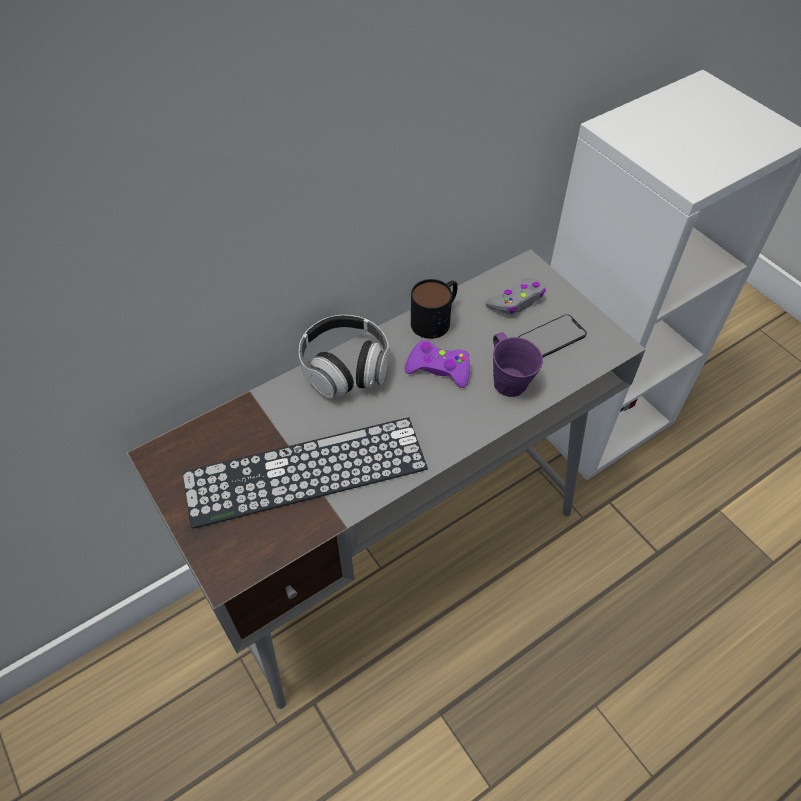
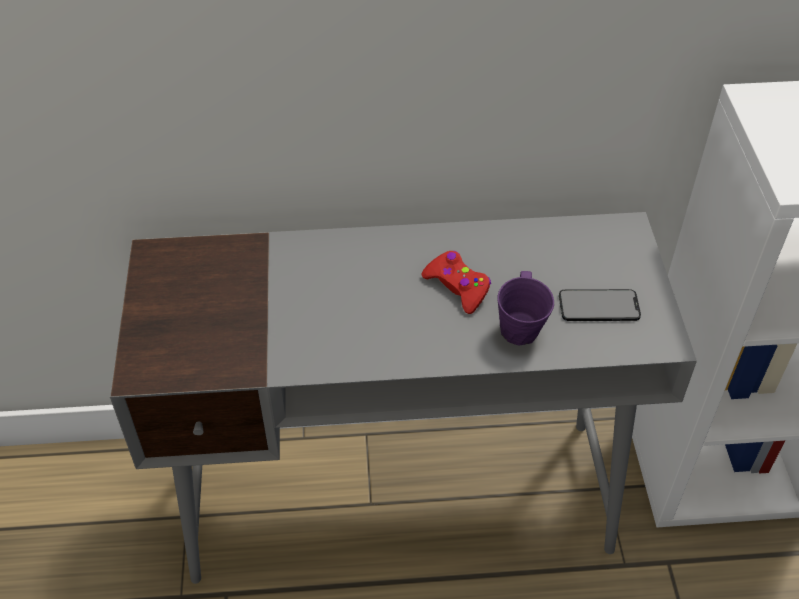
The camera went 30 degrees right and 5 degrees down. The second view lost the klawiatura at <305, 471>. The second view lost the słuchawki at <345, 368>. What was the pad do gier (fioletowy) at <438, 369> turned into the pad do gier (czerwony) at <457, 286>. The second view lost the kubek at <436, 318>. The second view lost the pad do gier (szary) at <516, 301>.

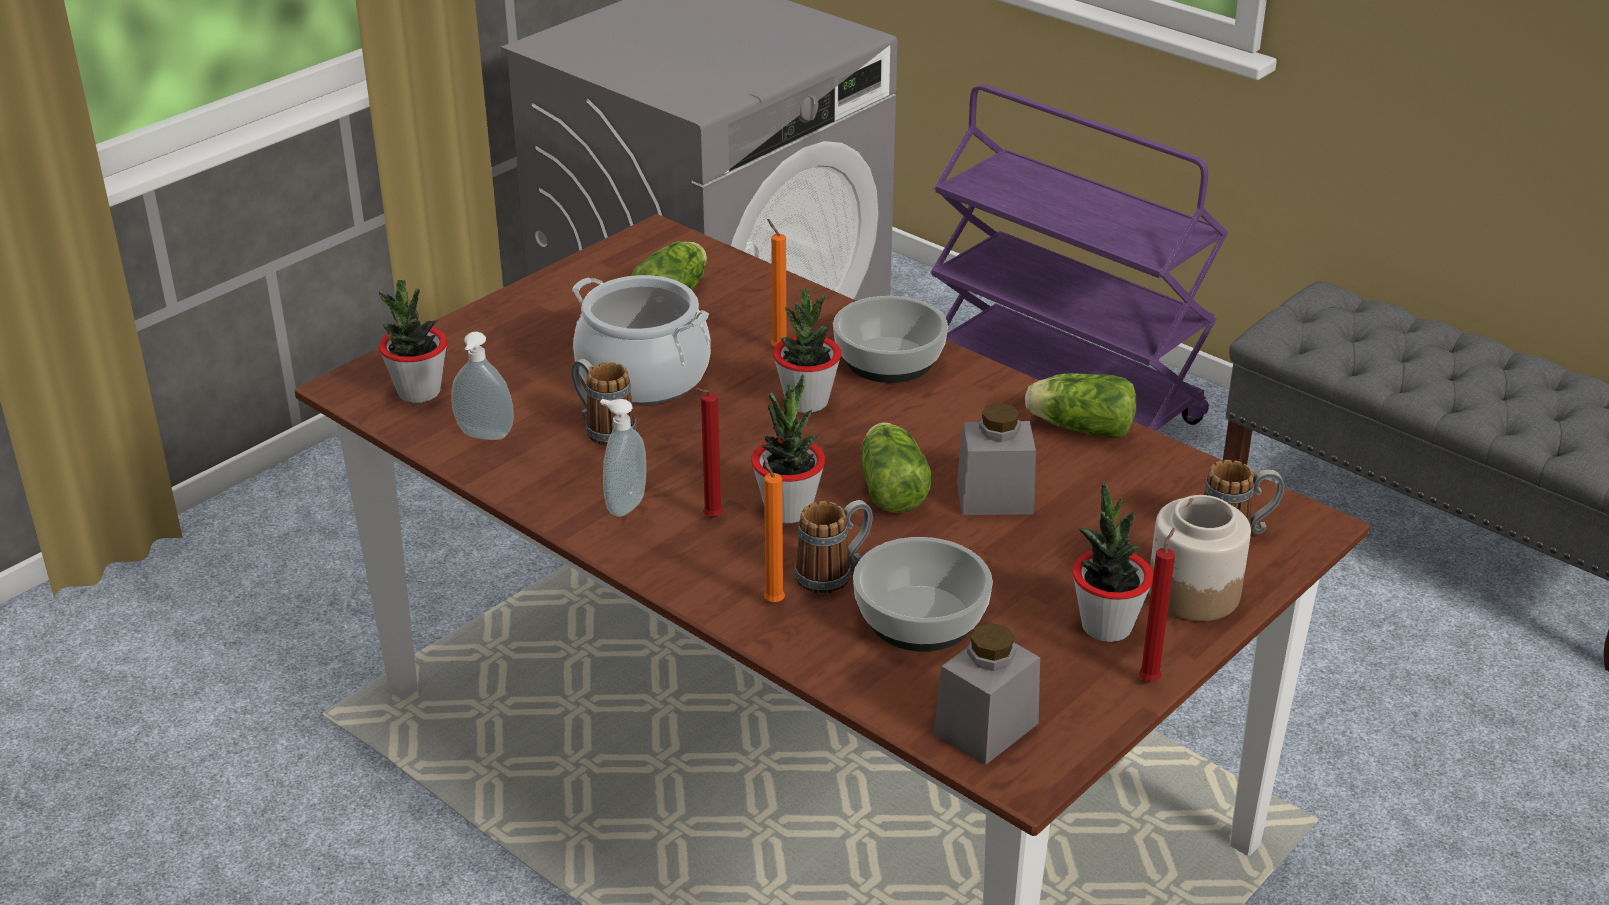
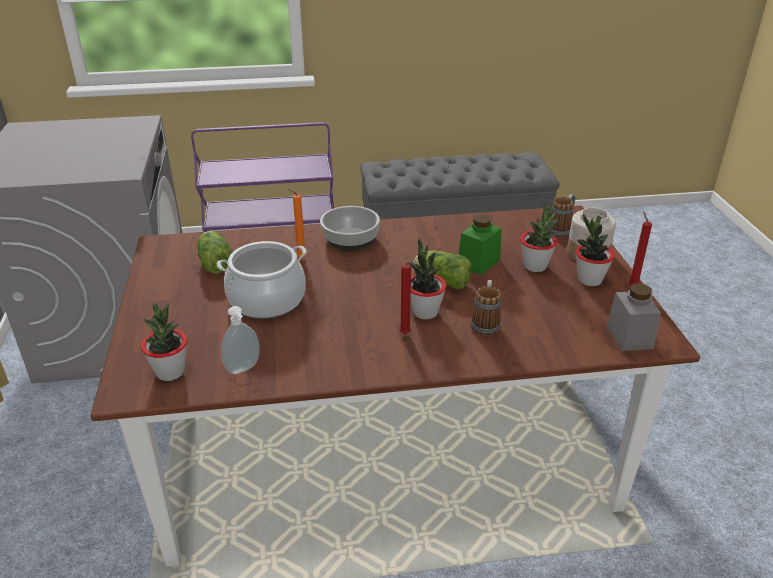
The camera went 50 degrees left and 0 degrees up. The second view lost the kubek at <603, 429>. The second view lost the dozownik mydła at <624, 504>. The second view lost the świeca (pomarańczowy) at <772, 600>. The roślina doniczkowa ended up elsewhere, having gone from <807, 402> to <535, 266>. The second view lost the miska at <919, 619>. What was the słoik (szary) at <995, 498> turned into the słoik (zielony) at <478, 262>. The second view lost the sałata at <1077, 427>.

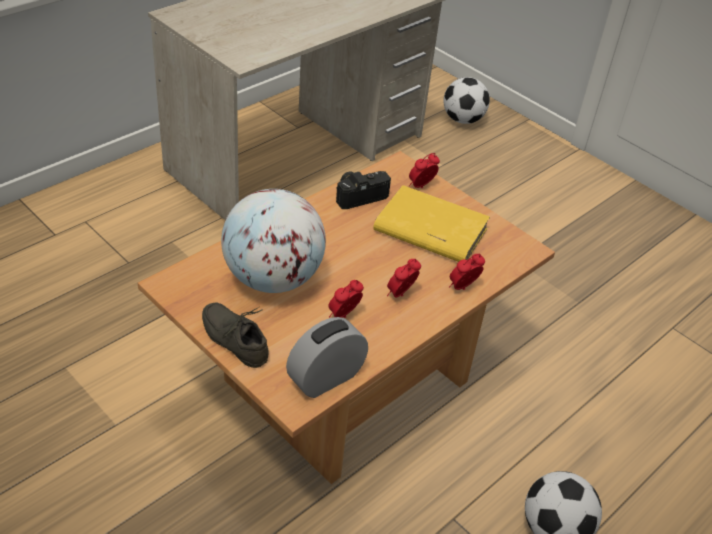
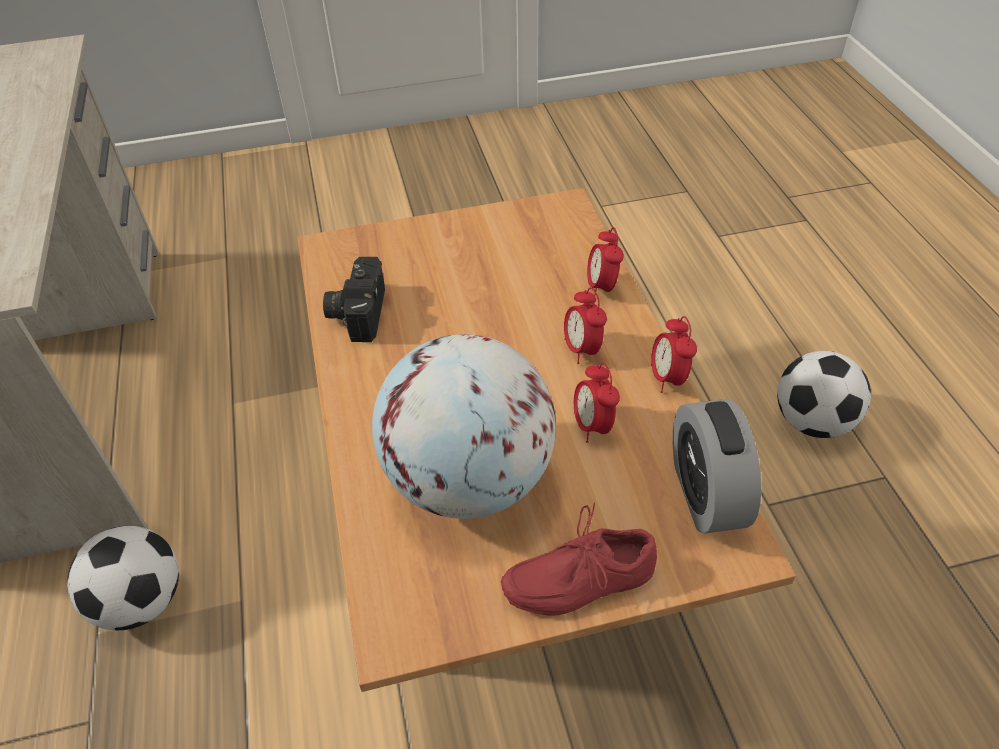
The camera went 55 degrees left and 5 degrees up. What was the but (szary) at <237, 339> turned into the but (czerwony) at <577, 577>. The second view lost the książka (żółty) at <429, 230>. The budzik ended up elsewhere, having gone from <421, 187> to <668, 378>. The piłka futbolowa ended up elsewhere, having gone from <462, 120> to <141, 601>.

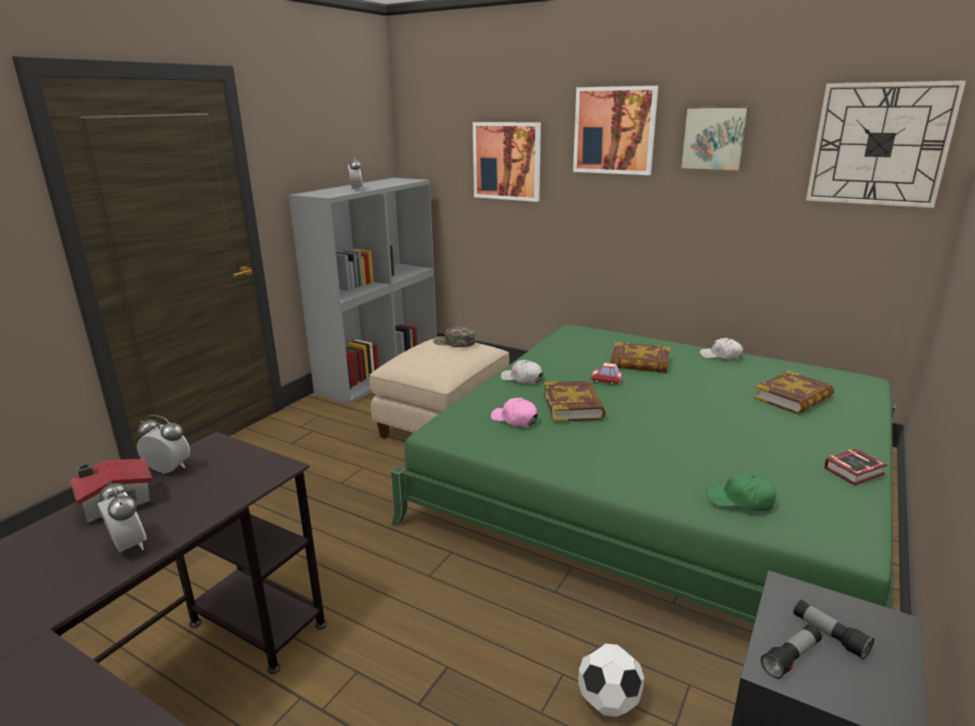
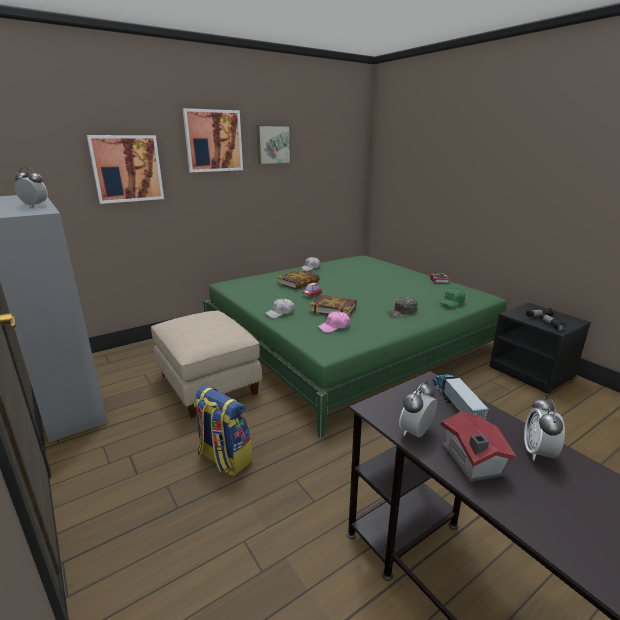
The camera went 65 degrees left and 0 degrees up. The budzik at <129, 546> ended up facing another way, 60 degrees counterclockwise from before. The czapka z daszkiem (zielony) ended up elsewhere, having gone from <454, 342> to <402, 311>. The second view lost the piłka futbolowa at <608, 702>. The second view lost the książka at <793, 398>. The second view lost the zegar ścienny at <879, 144>. The second view gained the plecak at <224, 458>. The second view gained the ciężarówka zabawkowa at <455, 404>.

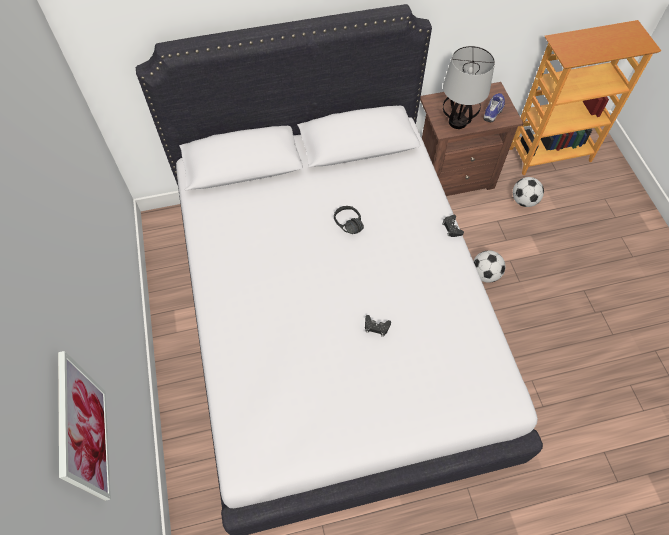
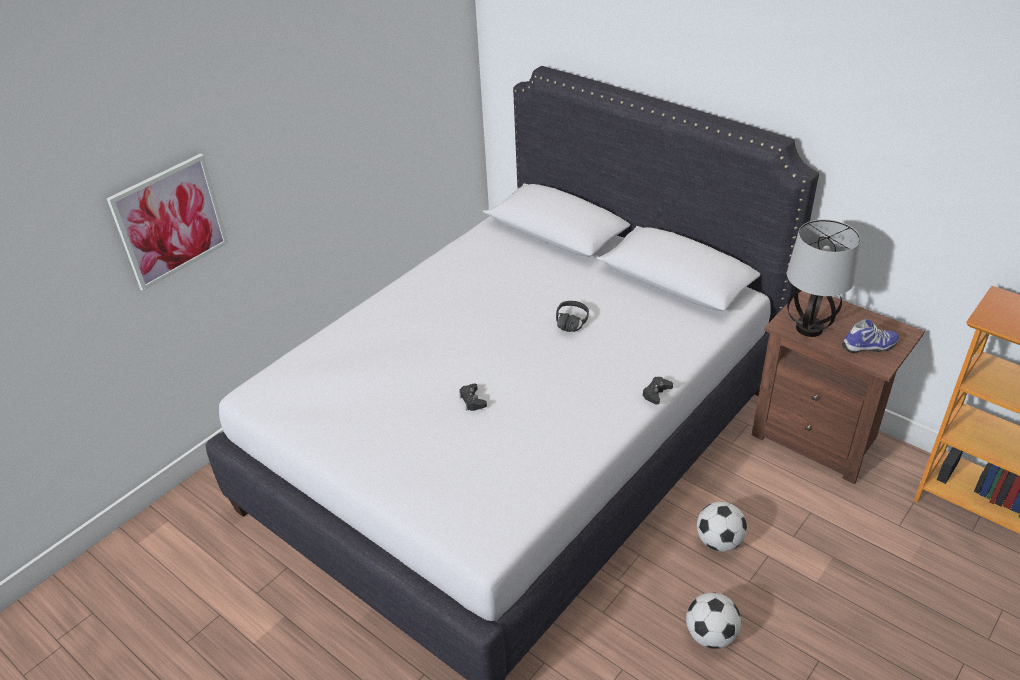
The camera went 55 degrees right and 20 degrees down. The piłka futbolowa ended up elsewhere, having gone from <524, 201> to <710, 635>.

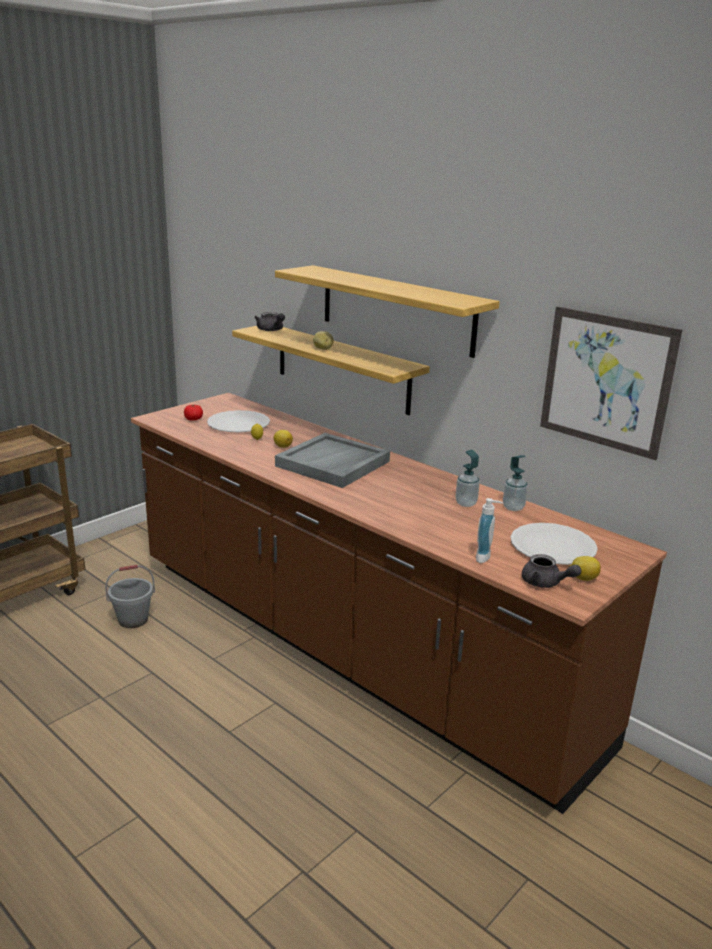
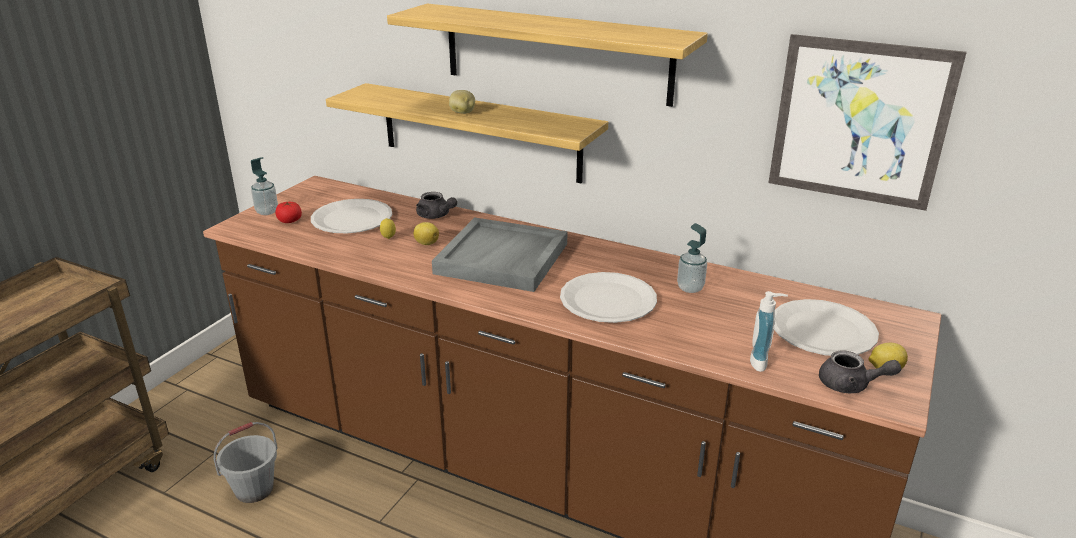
The camera went 15 degrees left and 5 degrees up. The imbryk (szary) ended up elsewhere, having gone from <271, 330> to <436, 216>. The dozownik mydła ended up elsewhere, having gone from <513, 507> to <267, 212>. The second view gained the talerz (biały) at <608, 300>.

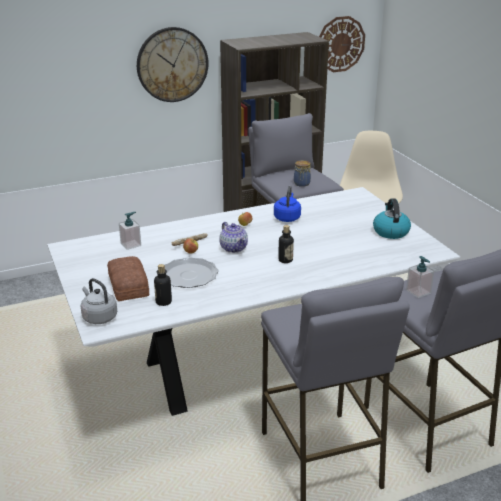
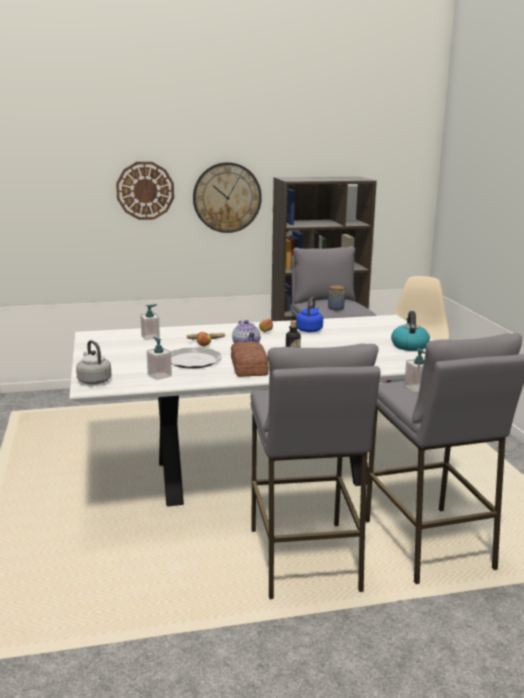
The camera went 10 degrees right and 10 degrees down. The chleb ended up elsewhere, having gone from <127, 285> to <248, 367>. Where the butelka stood at <163, 302>, the dozownik mydła came to stand at <159, 375>. The zegar ścienny ended up elsewhere, having gone from <340, 44> to <145, 190>.

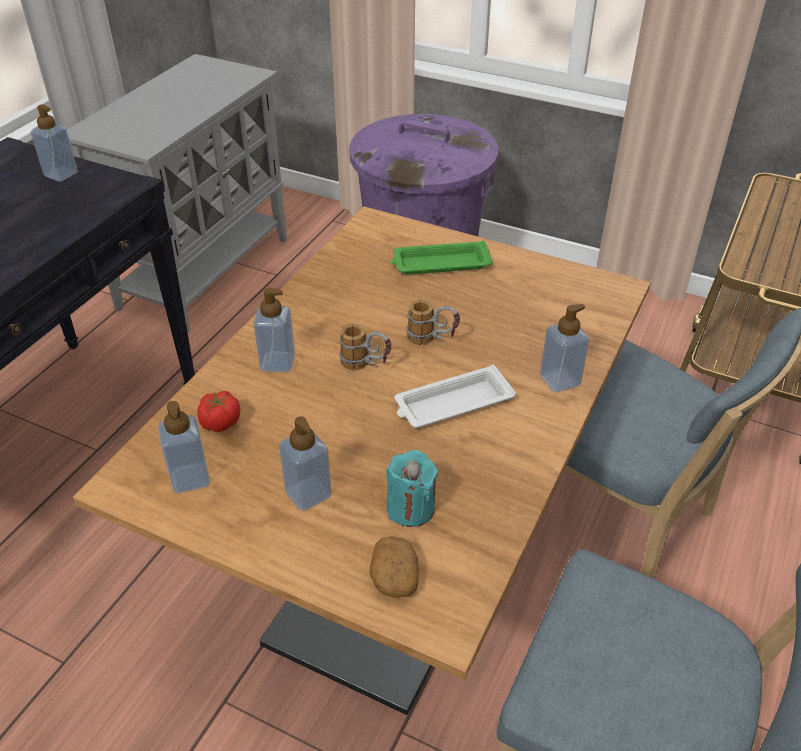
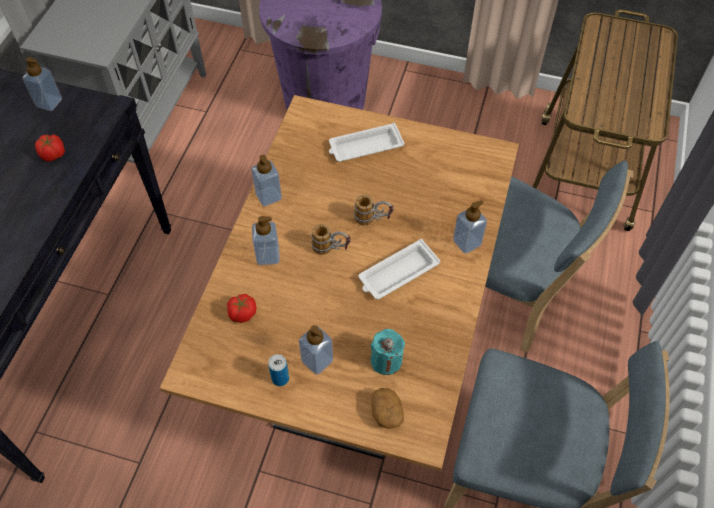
The camera went 10 degrees left and 15 degrees up. The dozownik mydła ended up elsewhere, having gone from <190, 478> to <268, 196>. What was the taca (zielony) at <440, 264> turned into the taca (biały) at <364, 147>. The second view gained the pomidor at <54, 155>. The second view gained the puszka at <280, 378>.

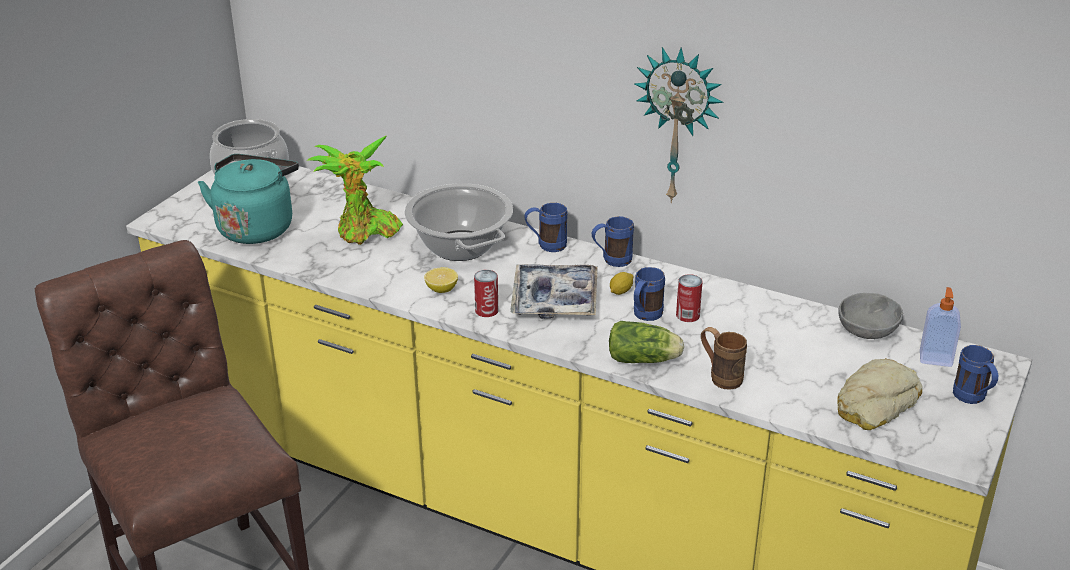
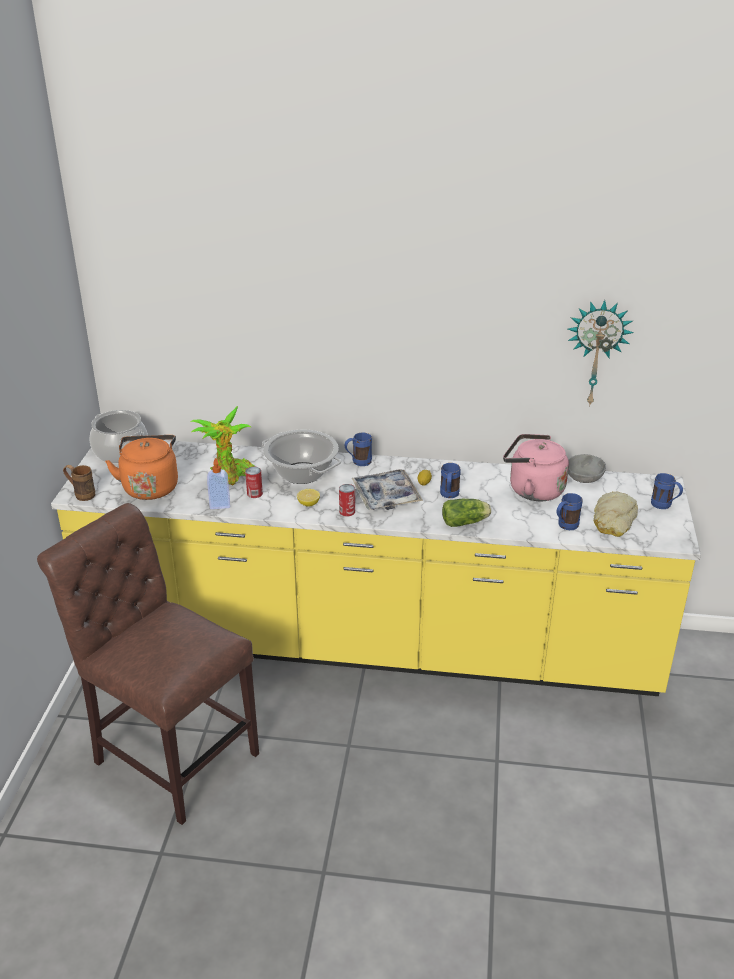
The camera went 20 degrees left and 0 degrees up. What was the czajnik (turkusowy) at <257, 227> turned into the czajnik (pomarańczowy) at <150, 486>. The kubek (niebieski) ended up elsewhere, having gone from <611, 261> to <565, 526>. The zegar ścienny ended up elsewhere, having gone from <678, 124> to <596, 352>. The puszka ended up elsewhere, having gone from <687, 315> to <254, 493>. The kubek (brązowy) ended up elsewhere, having gone from <720, 376> to <81, 494>. The dozownik mydła ended up elsewhere, having gone from <935, 358> to <220, 504>. The second view gained the czajnik (różowy) at <532, 490>.

